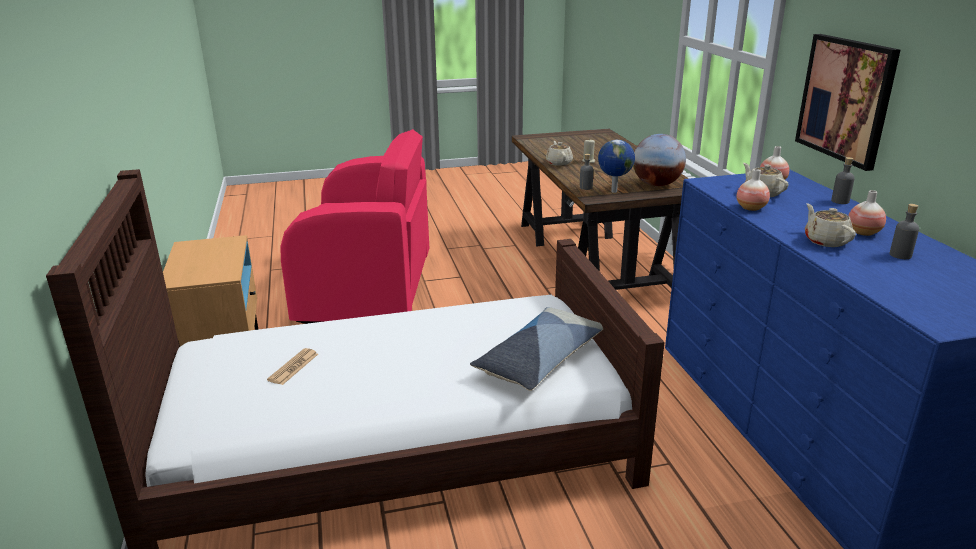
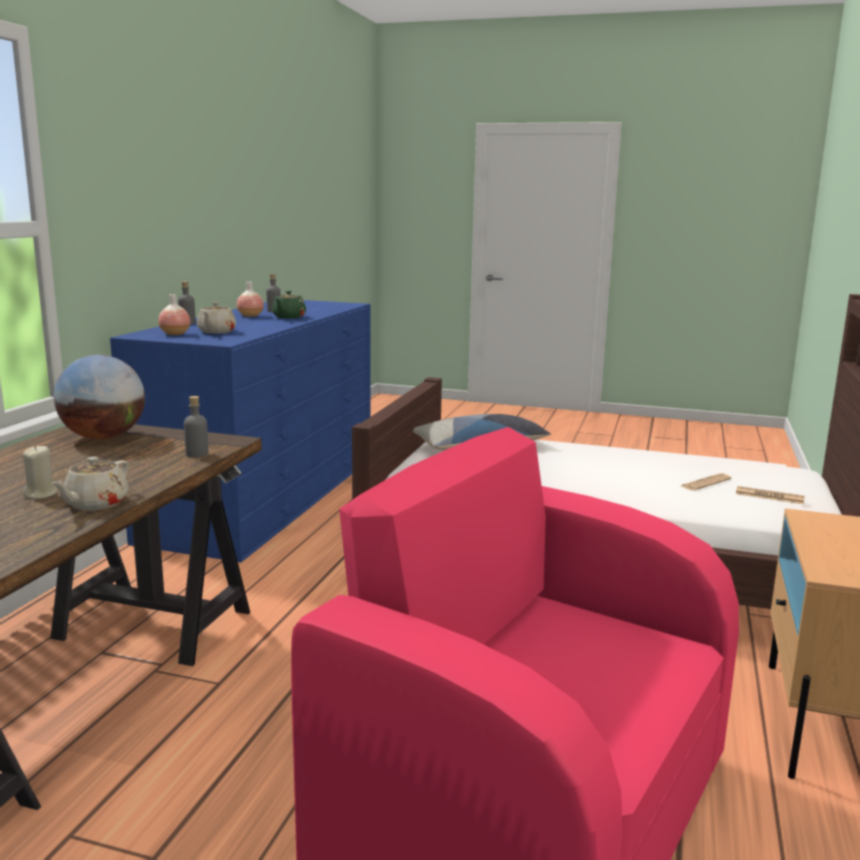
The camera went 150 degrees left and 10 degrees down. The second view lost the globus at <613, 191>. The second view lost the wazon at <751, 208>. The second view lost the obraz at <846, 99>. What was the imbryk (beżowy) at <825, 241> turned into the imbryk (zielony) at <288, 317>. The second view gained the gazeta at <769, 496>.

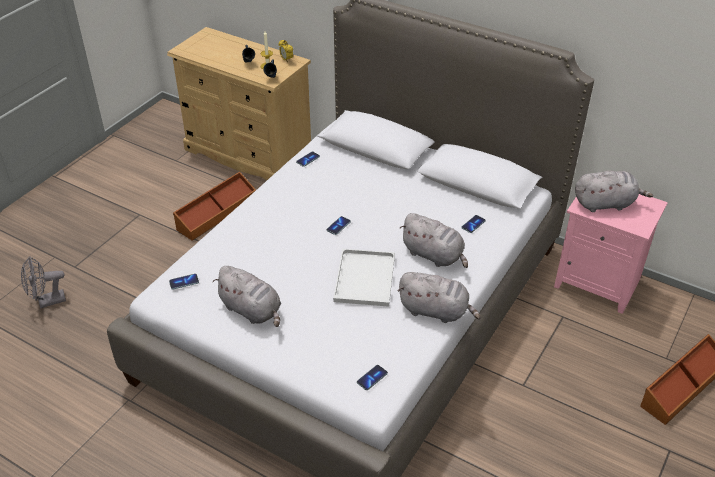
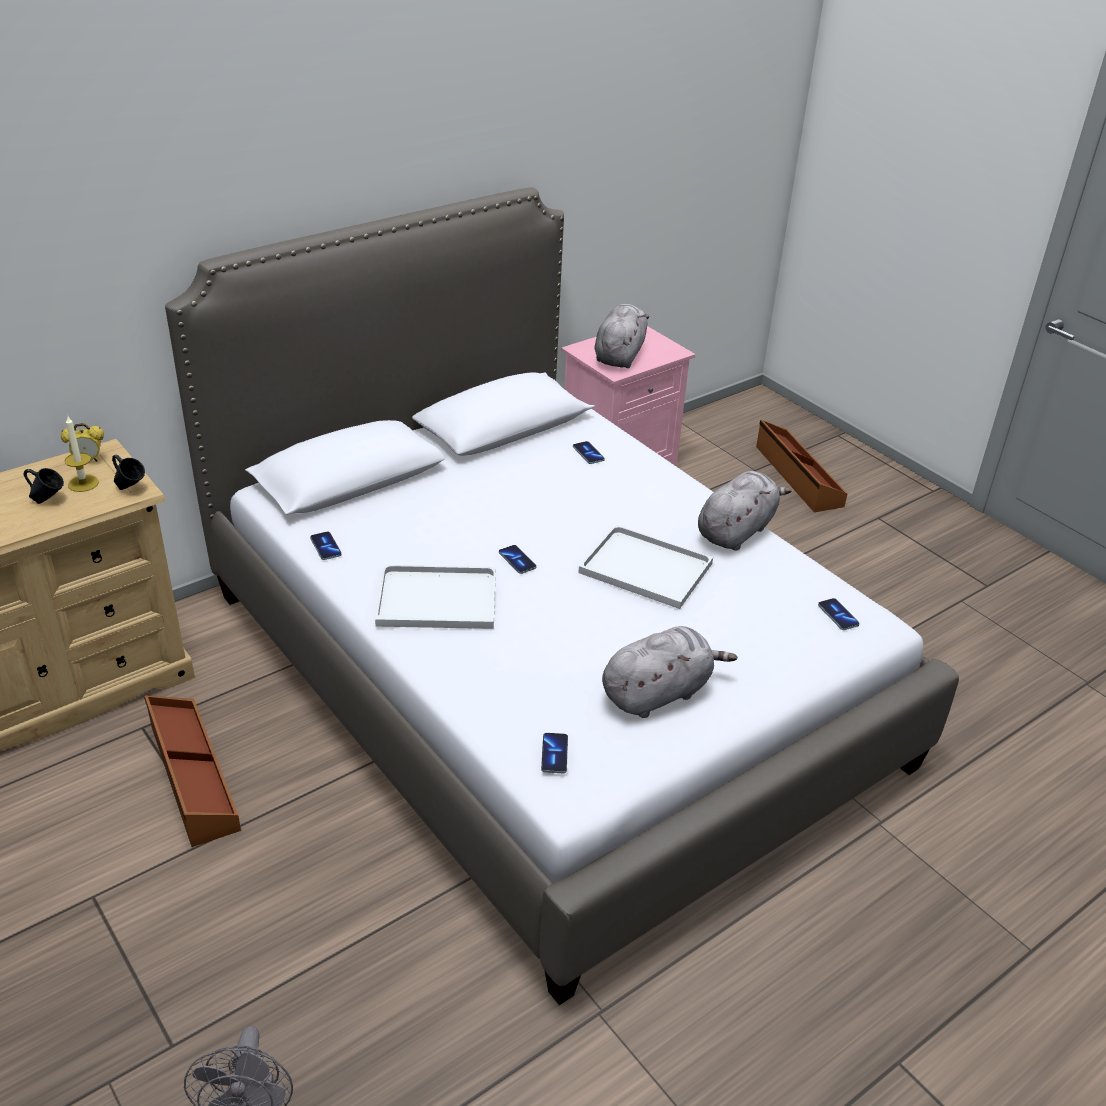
The camera went 70 degrees left and 5 degrees down. The second view lost the pluszak (szary) at <434, 255>. The second view gained the taca (biały) at <440, 598>.

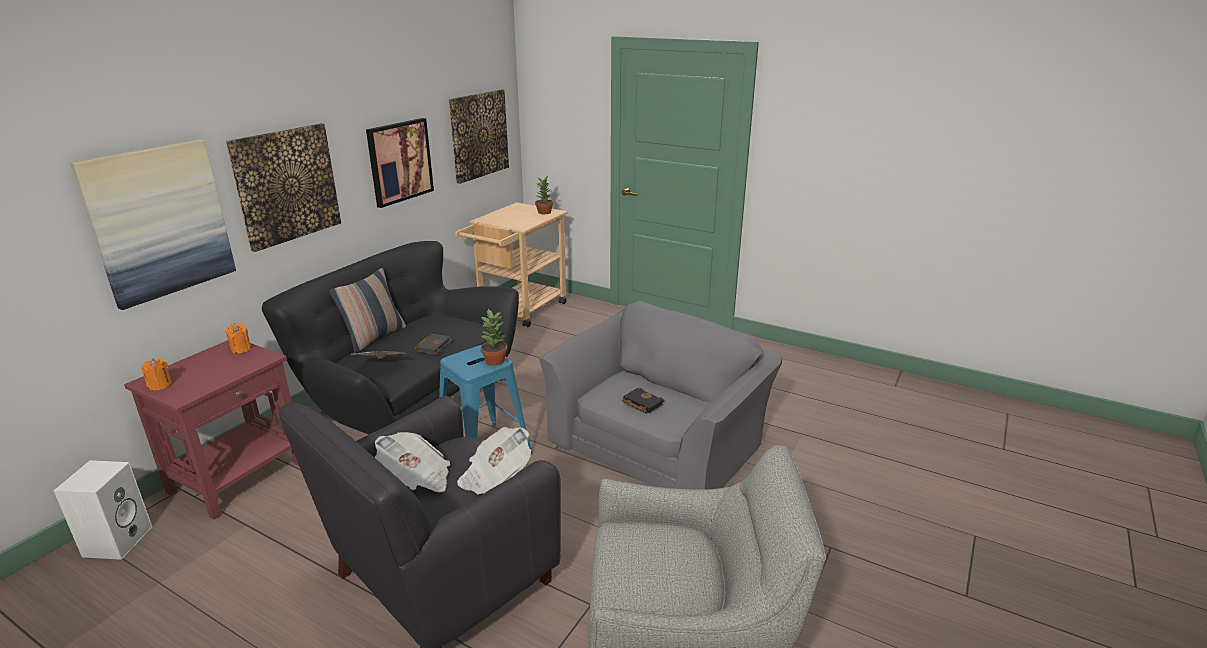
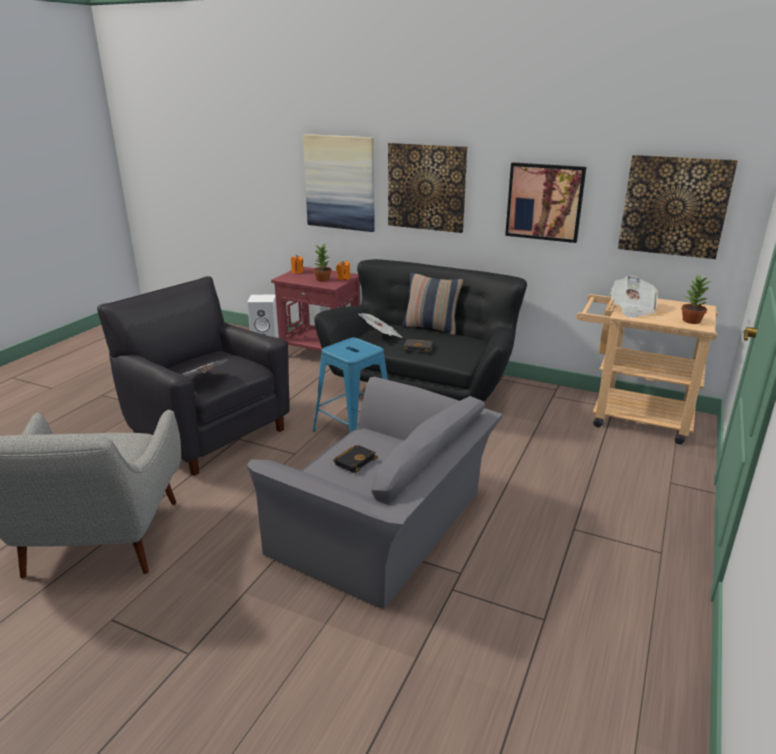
The camera went 85 degrees right and 0 degrees up. The gazeta ended up elsewhere, having gone from <416, 478> to <631, 309>. The roślina doniczkowa ended up elsewhere, having gone from <495, 360> to <323, 280>.

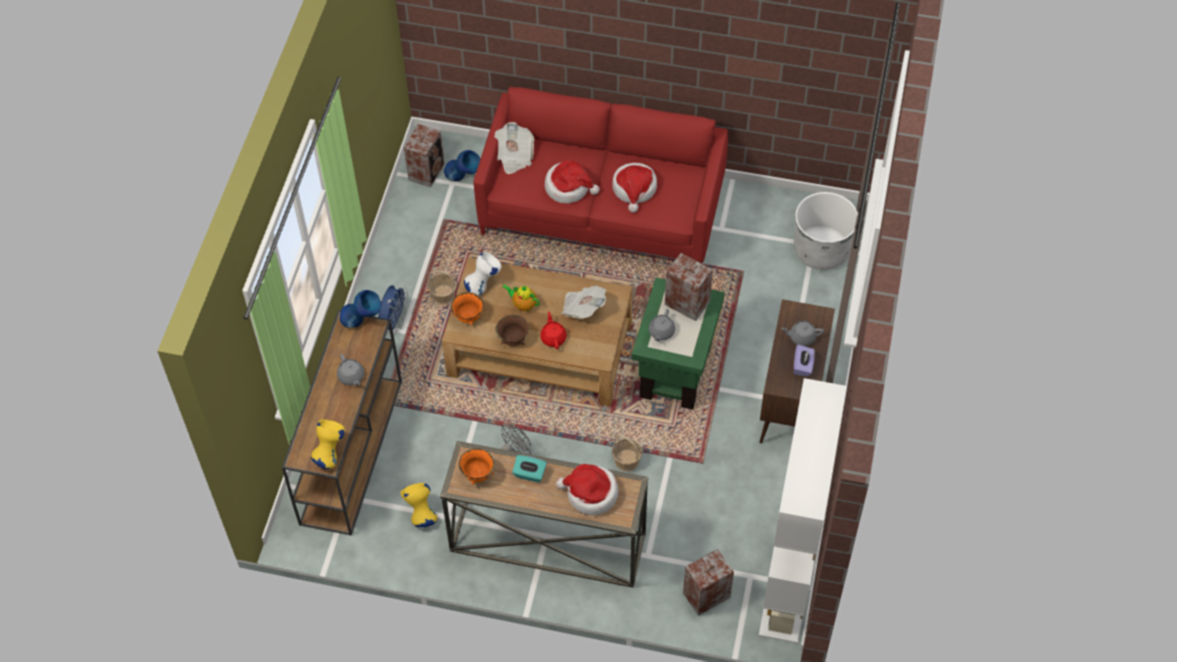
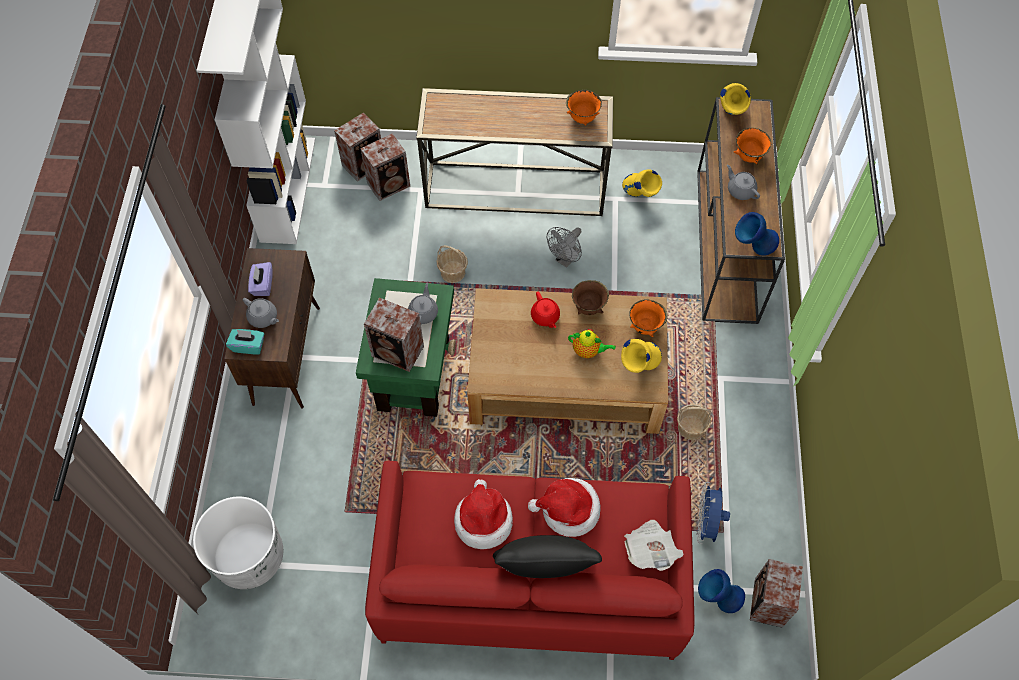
The camera went 170 degrees right and 5 degrees up. The wentylator (niebieski) ended up elsewhere, having gone from <393, 321> to <706, 524>. What was the wazon (biały) at <483, 286> turned into the wazon (żółty) at <639, 367>. The pudełko chusteczek (turkusowy) ended up elsewhere, having gone from <529, 474> to <248, 346>. The second view lost the kapelusz at <590, 494>. The second view lost the gazeta at <583, 308>. The imbryk (szary) at <801, 337> ended up facing another way, 45 degrees clockwise from before. The second view gained the głośnik at <390, 184>. The second view gained the poduszka (czarny) at <544, 570>. The second view gained the miska (pomarańczowy) at <748, 157>.

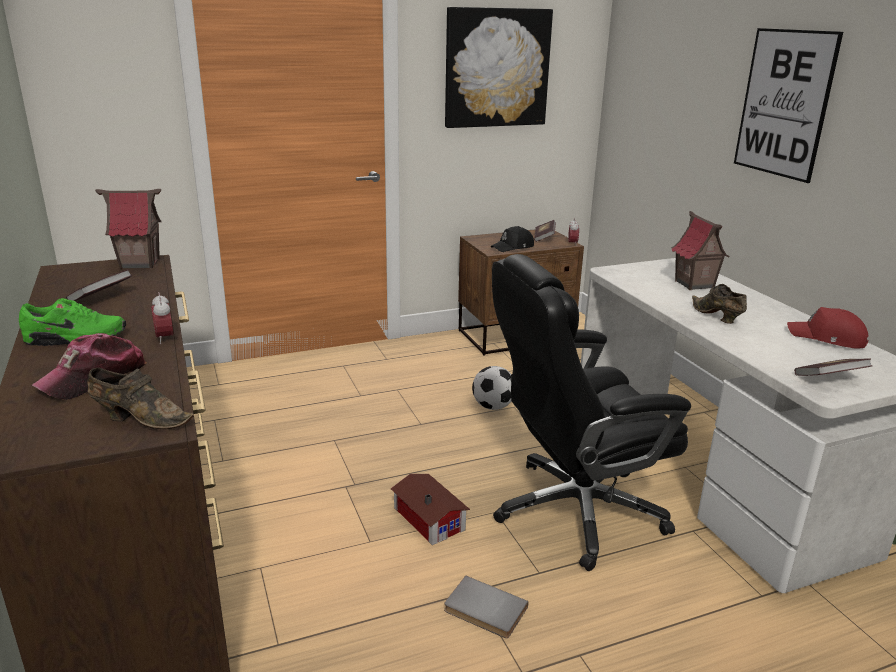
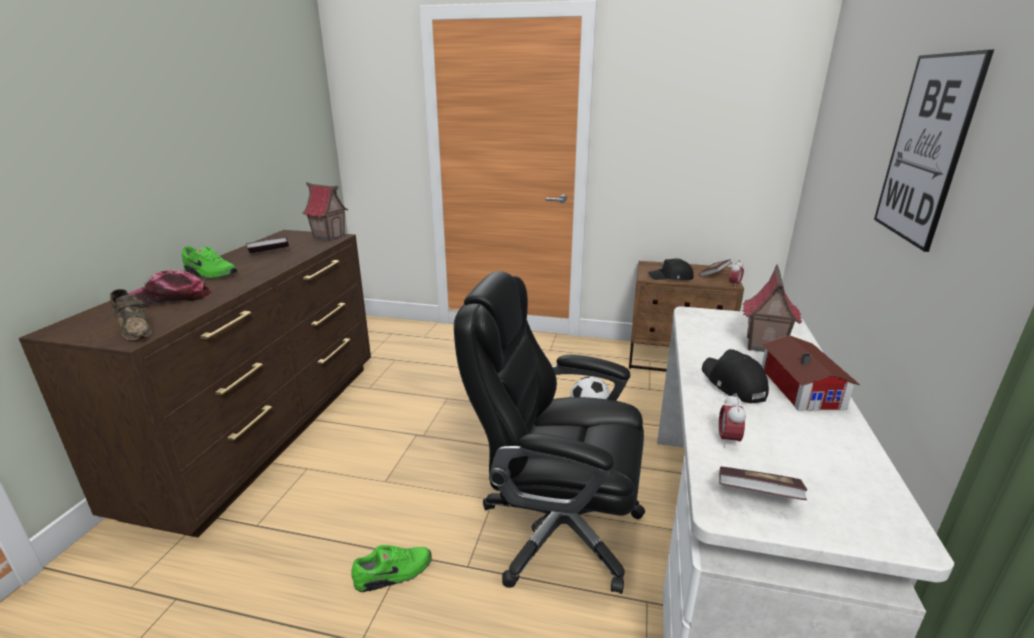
The camera went 35 degrees right and 0 degrees up. The budzik ended up elsewhere, having gone from <165, 338> to <728, 440>. The domek ended up elsewhere, having gone from <429, 517> to <802, 386>. Where the książka (szary) stood at <484, 610>, the but (zielony) came to stand at <394, 574>. The second view lost the obraz at <496, 68>. Where the but (brązowy) stood at <716, 317>, the czapka z daszkiem (czarny) came to stand at <732, 384>. The second view lost the czapka z daszkiem (czerwony) at <827, 338>.

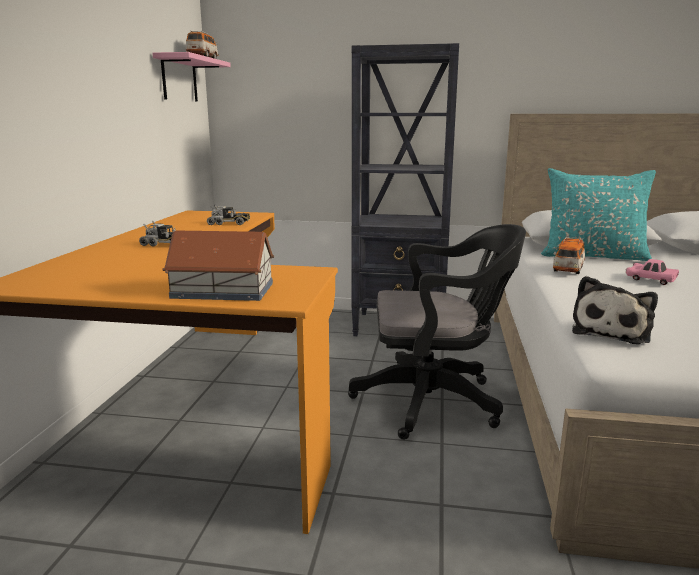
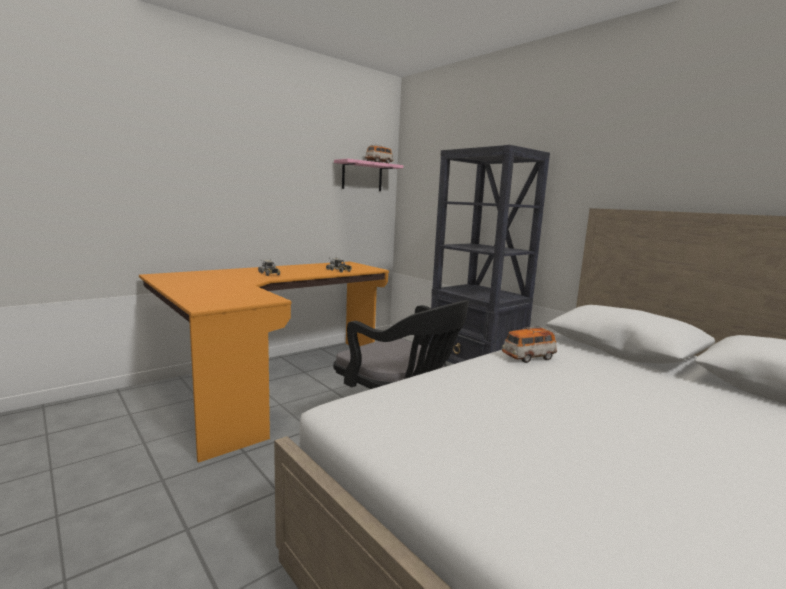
The camera went 40 degrees right and 5 degrees down. The second view lost the domek at <224, 290>. The second view lost the poduszka (turkusowy) at <592, 256>. The second view lost the pluszak at <611, 331>. The second view lost the samochodzik (różowy) at <651, 280>.

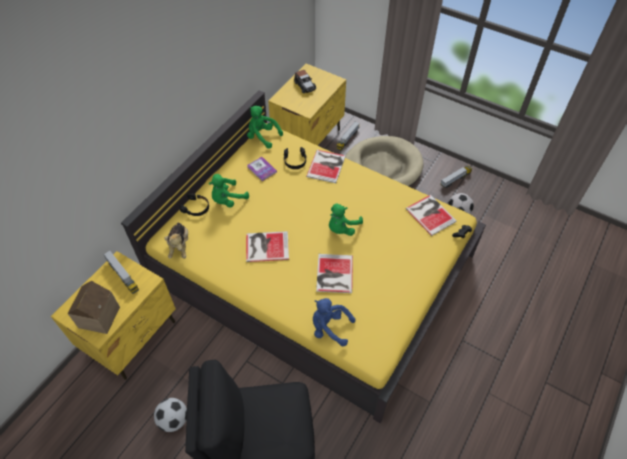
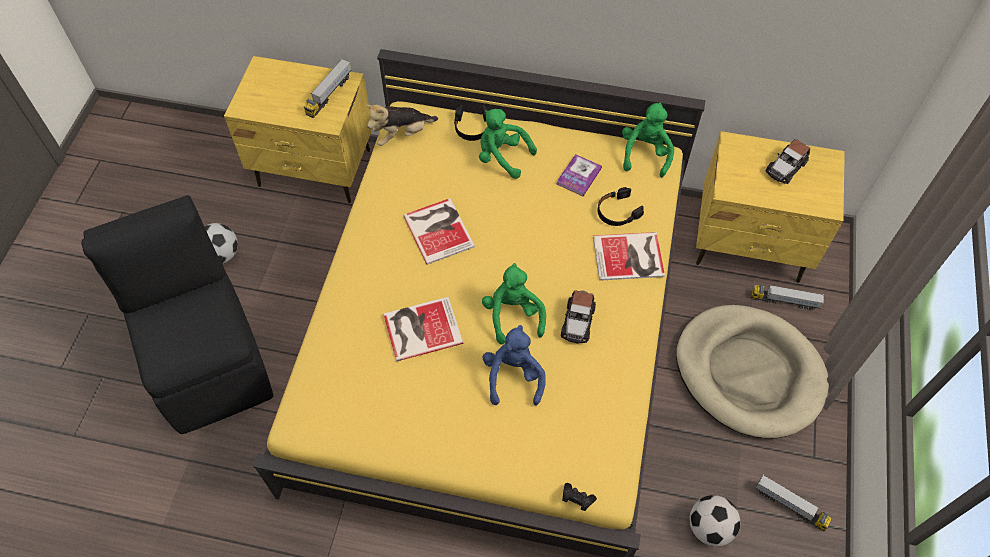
The camera went 70 degrees right and 5 degrees up. The second view lost the domek at <97, 317>. The pluszak (niebieski) ended up elsewhere, having gone from <329, 328> to <513, 376>. The pluszak (zielony) at <342, 228> ended up facing another way, 60 degrees clockwise from before. The second view lost the książka at <430, 214>. The second view gained the samochodzik at <578, 321>.

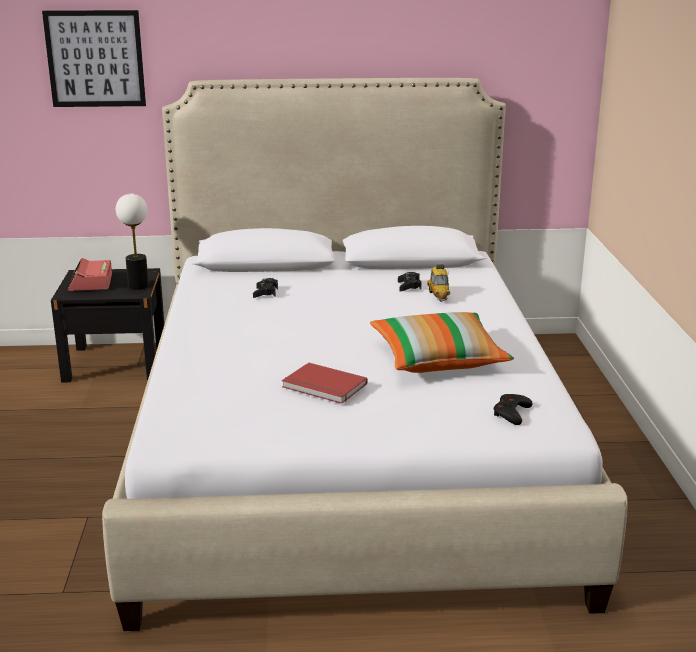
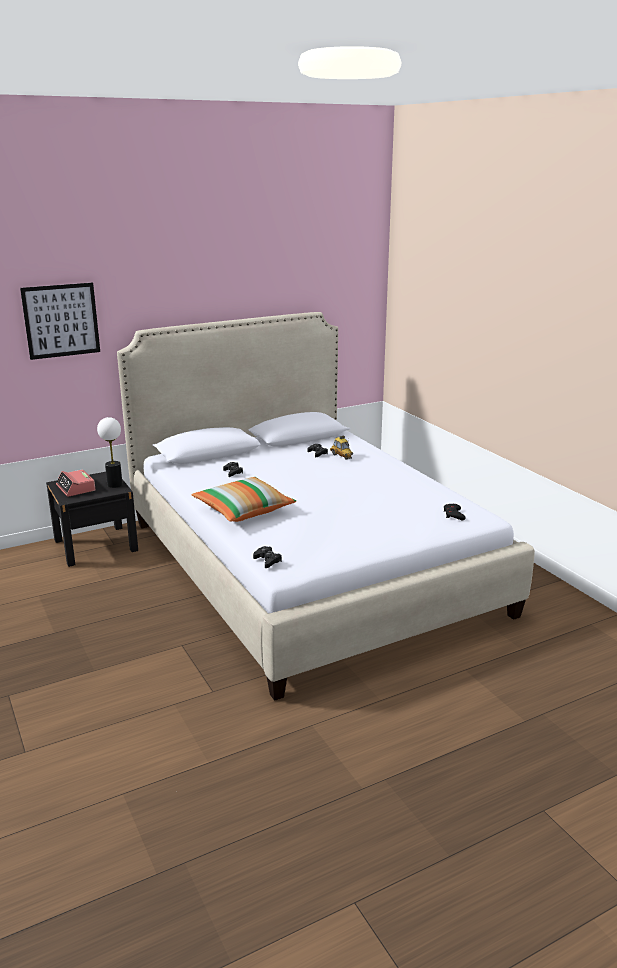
The camera went 25 degrees left and 0 degrees up. The second view lost the książka (czerwony) at <323, 387>. The poduszka ended up elsewhere, having gone from <438, 359> to <244, 510>. The second view gained the pad do gier (czarny) at <267, 560>.

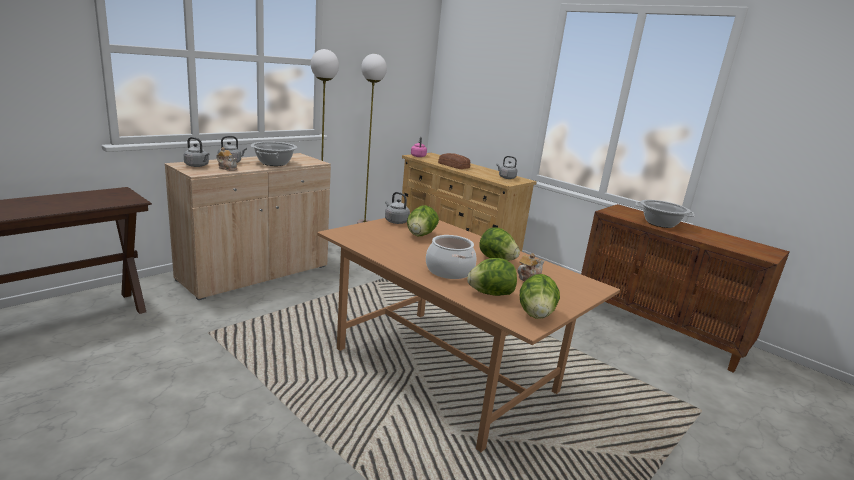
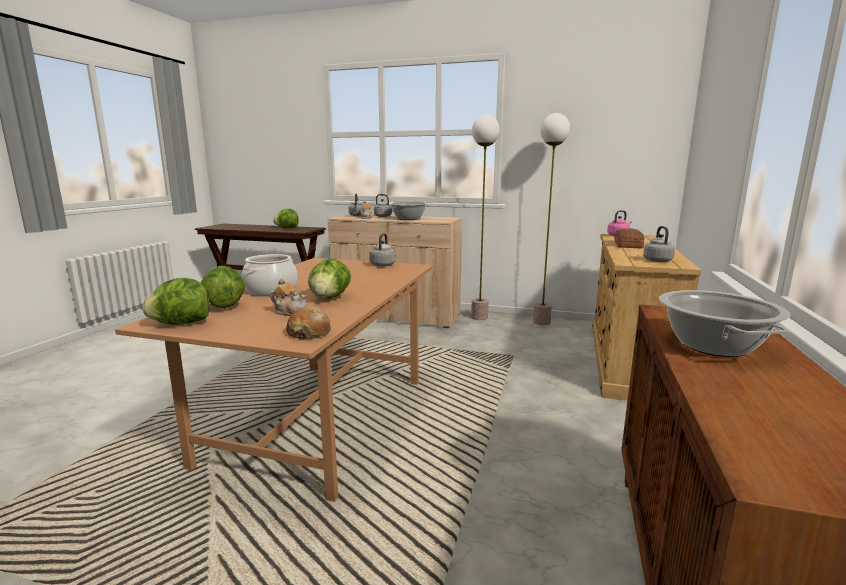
The camera went 65 degrees right and 5 degrees down. The sałata ended up elsewhere, having gone from <420, 235> to <287, 228>. The second view gained the chleb at <309, 332>.

